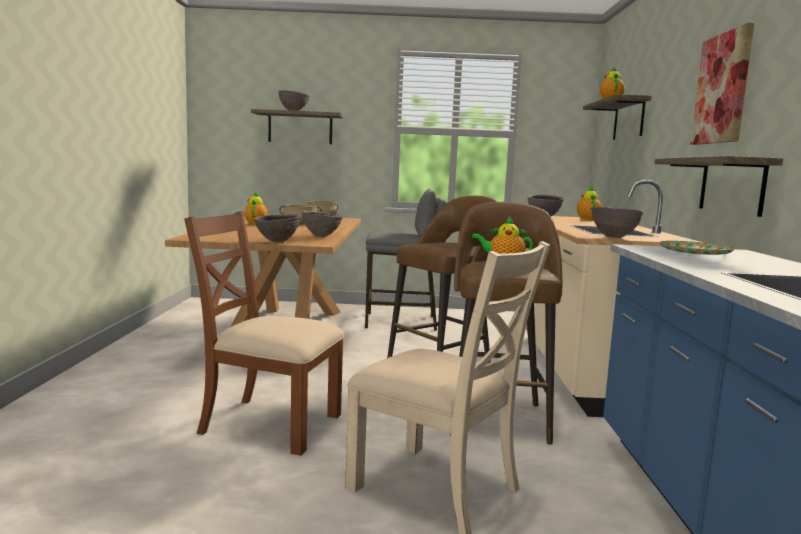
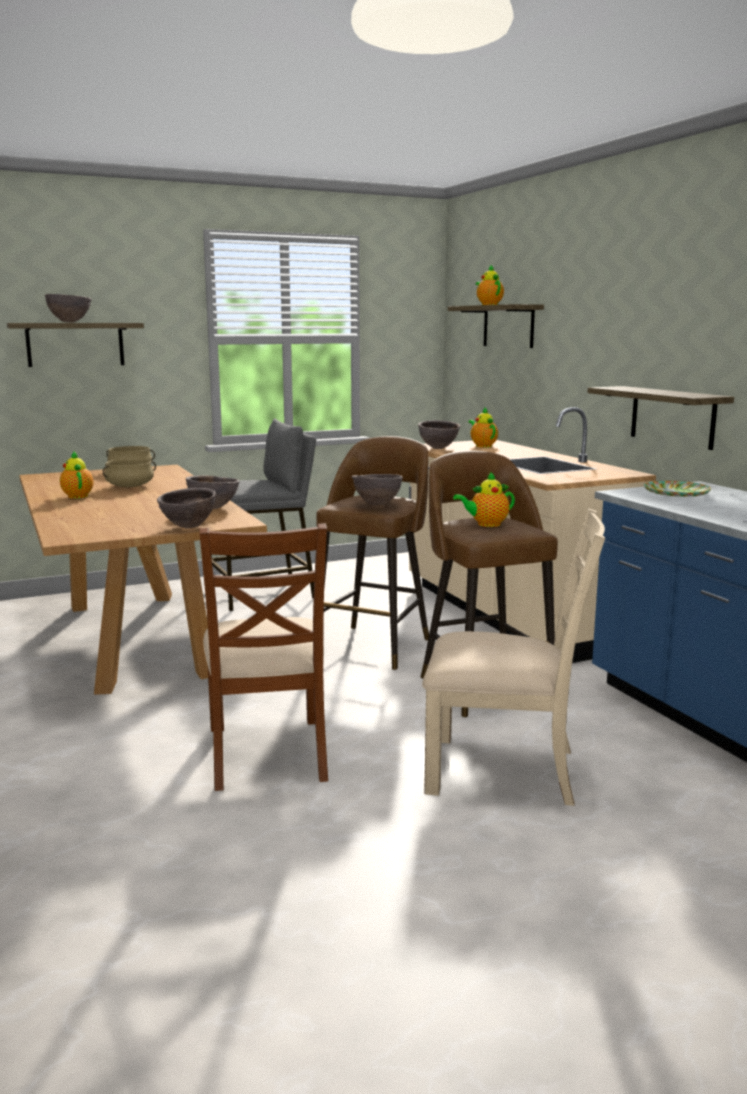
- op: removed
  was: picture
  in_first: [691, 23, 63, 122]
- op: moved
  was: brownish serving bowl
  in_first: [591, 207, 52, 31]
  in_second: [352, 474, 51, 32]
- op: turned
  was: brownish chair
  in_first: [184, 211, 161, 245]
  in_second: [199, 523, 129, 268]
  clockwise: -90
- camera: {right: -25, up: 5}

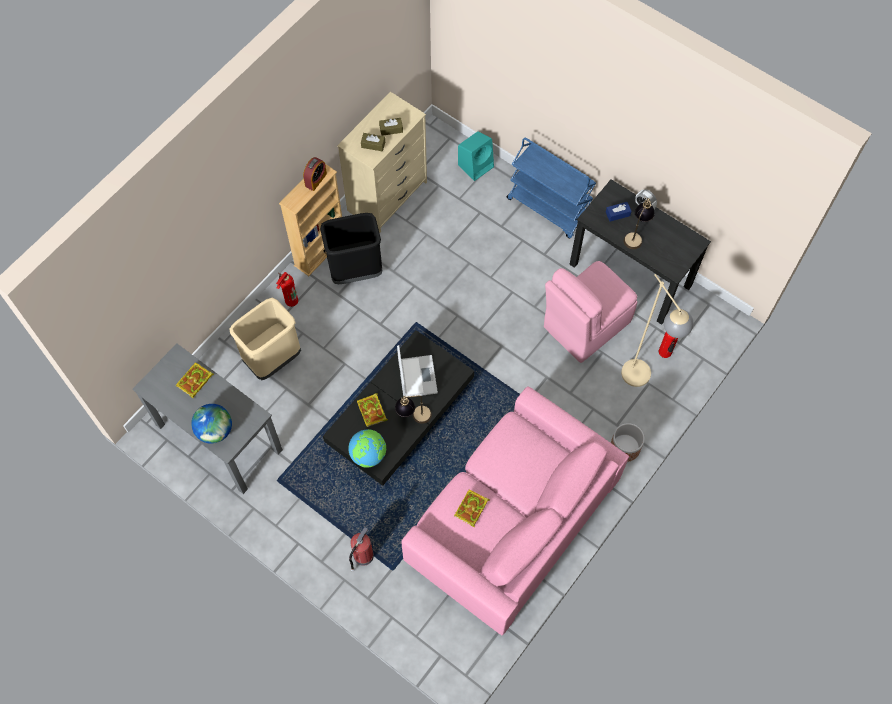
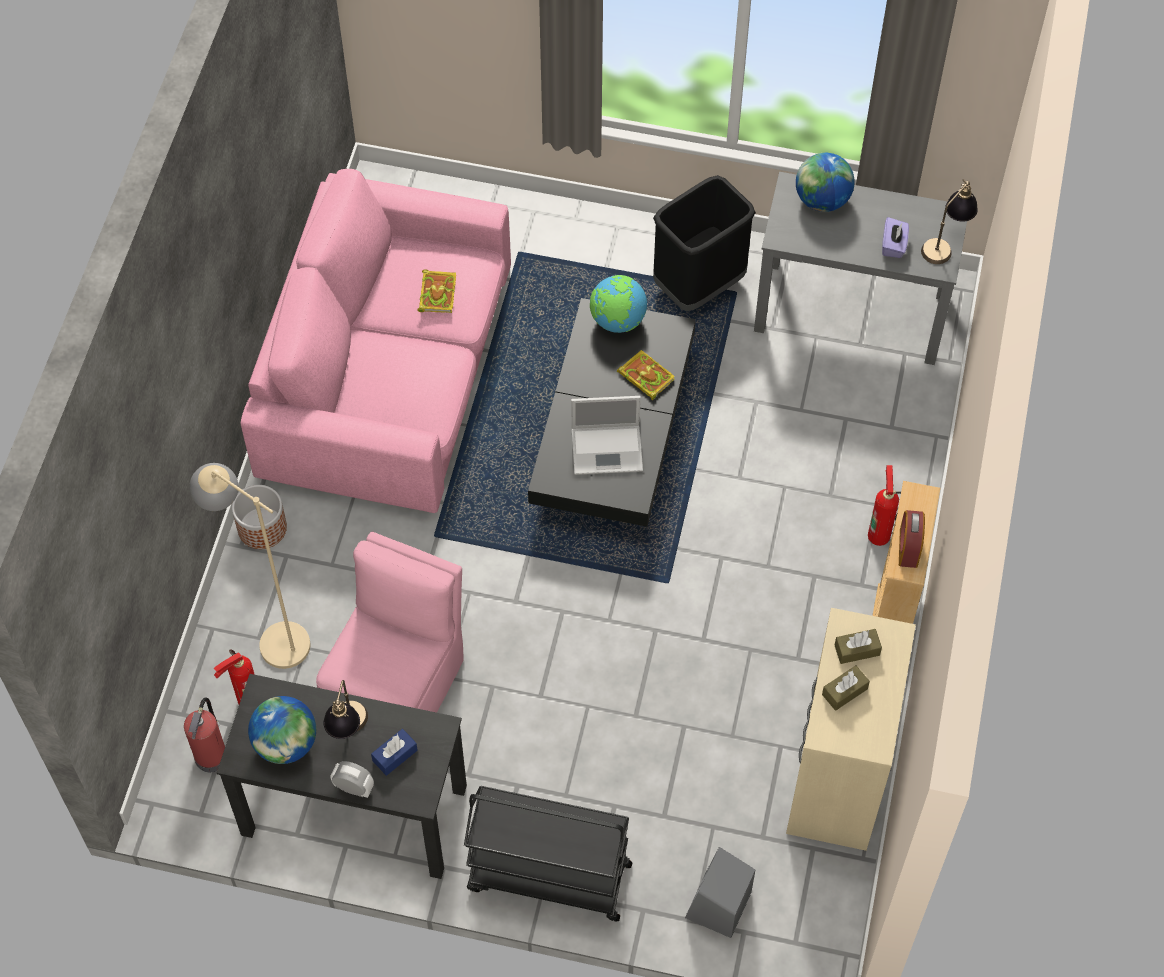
- op: recoloured
  was: blue-green speaker
  now: gray speaker
  in_first: [458, 131, 36, 50]
  in_second: [685, 847, 71, 91]
- op: recoloured
  was: bluish wheeled cart
  now: black wheeled cart
  in_first: [507, 137, 89, 102]
  in_second: [464, 786, 168, 135]
- op: moved
  was: black rubbish bin
  in_first: [320, 213, 62, 71]
  in_second: [653, 175, 103, 136]
- op: removed
  was: beige-coloured rubbish bin
  in_first: [229, 298, 72, 82]
- op: turned
  was: laptop
  in_first: [397, 345, 41, 51]
  in_second: [571, 396, 72, 79]
  clockwise: -60
- op: replaced
  was: volume
  now: purplish tissue holder
  in_first: [176, 362, 38, 36]
  in_second: [882, 217, 27, 41]
- op: moved
  was: table lamp
  in_first: [395, 395, 37, 29]
  in_second: [921, 179, 57, 85]
- op: moved
  was: extinguisher
  in_first: [349, 527, 25, 45]
  in_second: [184, 697, 41, 75]
- op: added
  now: desk globe
  in_second: [248, 696, 68, 68]
- camera: {right: 155, up: -5}

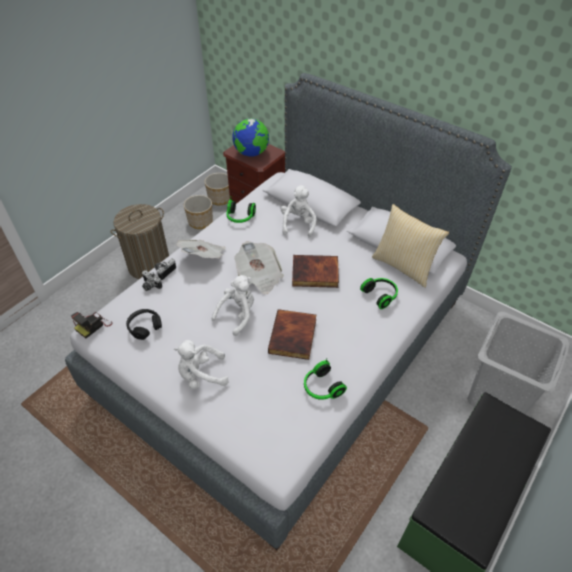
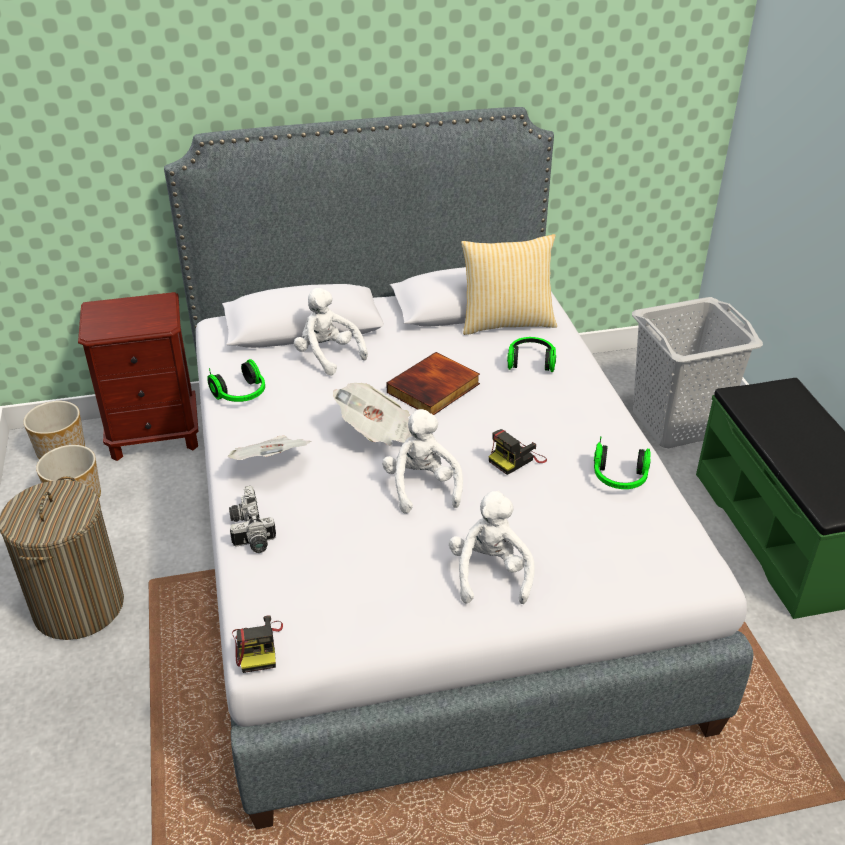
- op: removed
  was: desk globe
  in_first: [232, 118, 37, 39]
- op: removed
  was: black pair of headphones
  in_first: [126, 309, 36, 31]
- op: replaced
  was: volume
  now: still camera
  in_first: [268, 309, 48, 51]
  in_second: [489, 429, 58, 46]
- op: turned
  was: white-coloured cuddly toy
  in_first: [174, 340, 55, 50]
  in_second: [449, 490, 85, 114]
  clockwise: 150
- camera: {right: -50, up: -10}

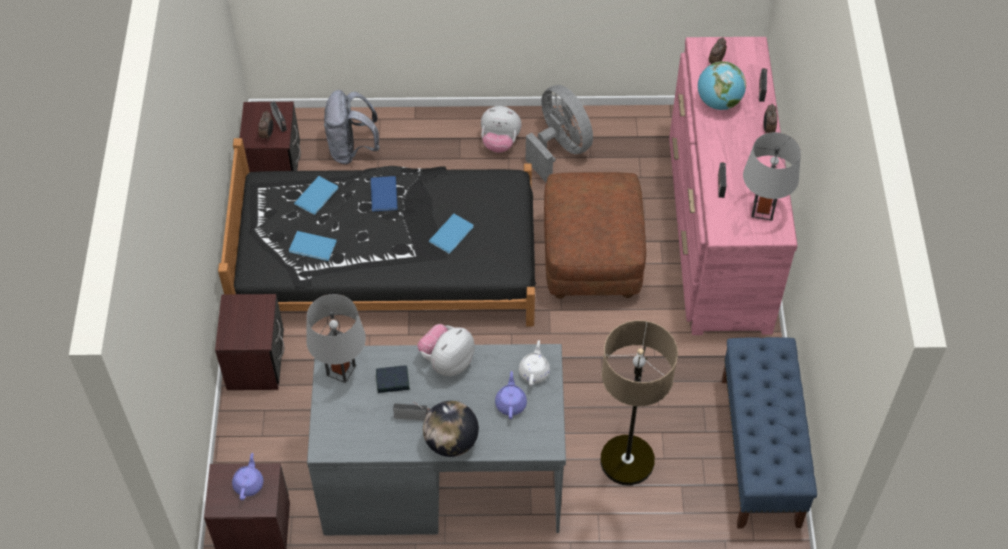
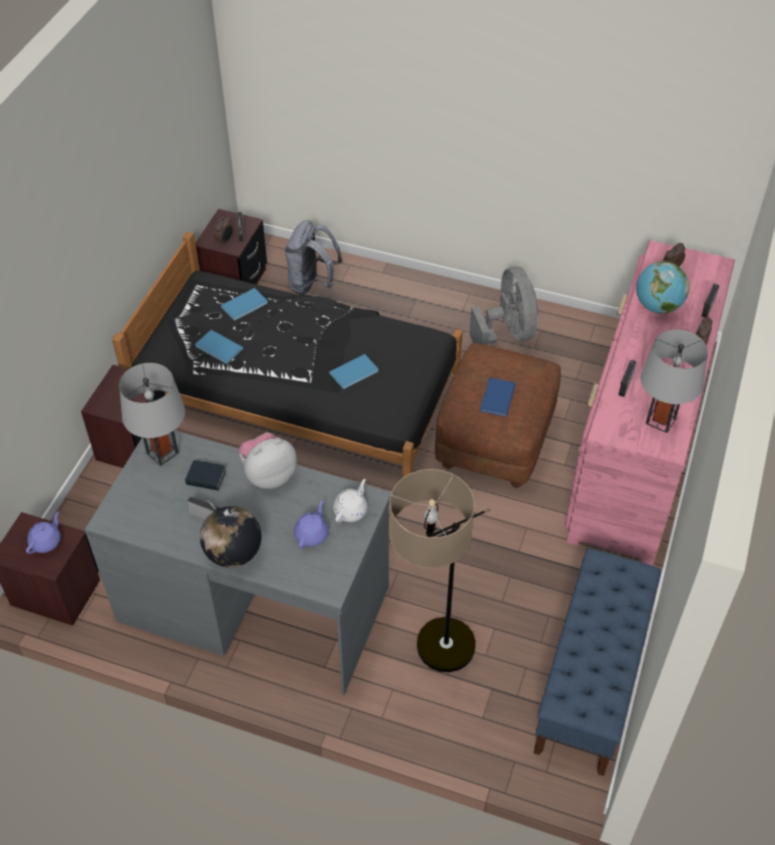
- op: removed
  was: cuddly toy
  in_first: [481, 106, 40, 47]
- op: moved
  was: bluish volume
  in_first: [371, 176, 27, 35]
  in_second: [480, 378, 36, 39]
- camera: {right: 20, up: -5}

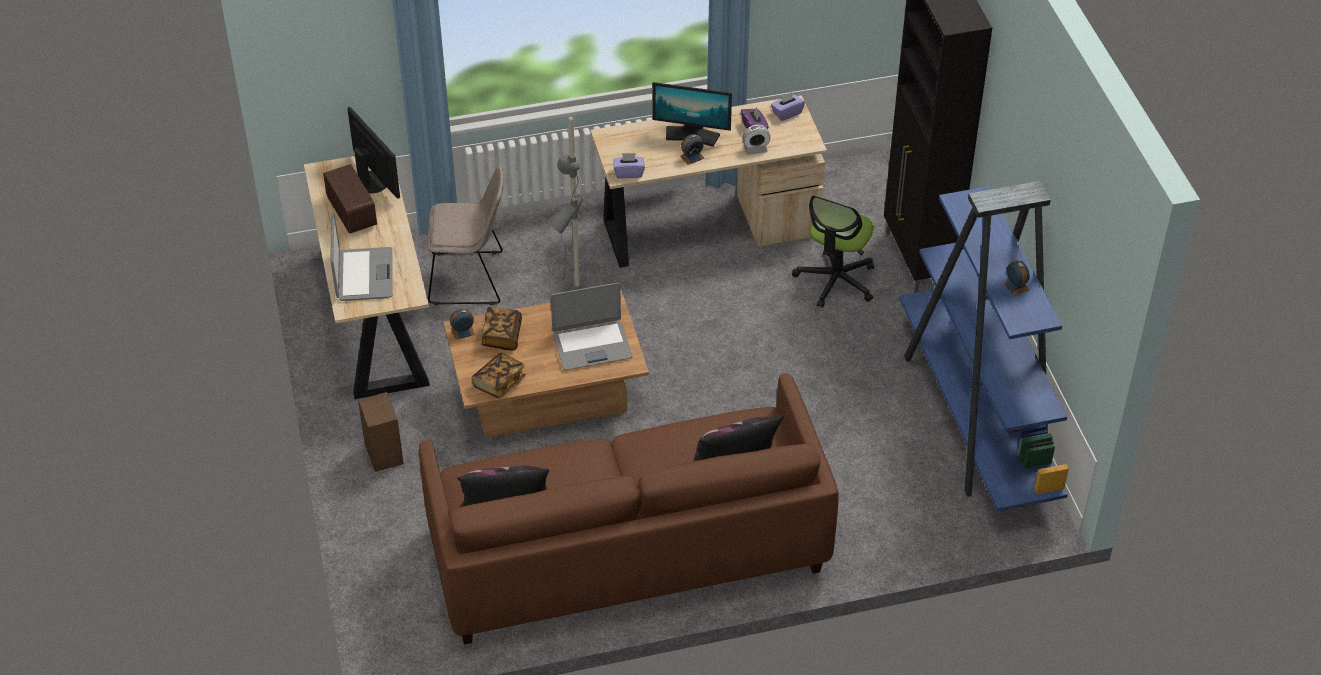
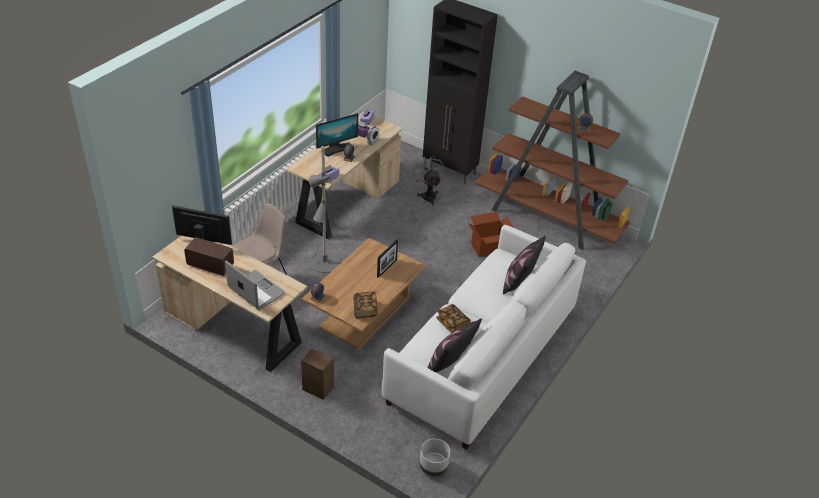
- op: recoloured
  was: bluish bookshelf
  now: brownish bookshelf
  in_first: [899, 181, 170, 330]
  in_second: [475, 71, 155, 179]
- op: replaced
  was: office chair
  now: gray electric fan
  in_first: [792, 195, 82, 113]
  in_second: [412, 155, 32, 51]
- op: replaced
  was: laptop
  now: standing frame
  in_first: [551, 283, 82, 87]
  in_second: [377, 240, 21, 38]
- op: moved
  was: volume
  in_first: [481, 307, 41, 44]
  in_second: [436, 304, 35, 29]
- op: recoloured
  was: brownish settee
  now: white-coloured settee
  in_first: [419, 374, 420, 271]
  in_second: [382, 225, 204, 225]
- op: added
  now: carton
  in_second: [468, 212, 46, 45]
- op: added
  now: gray plant pot
  in_second: [419, 439, 31, 37]
- camera: {right: -45, up: -5}

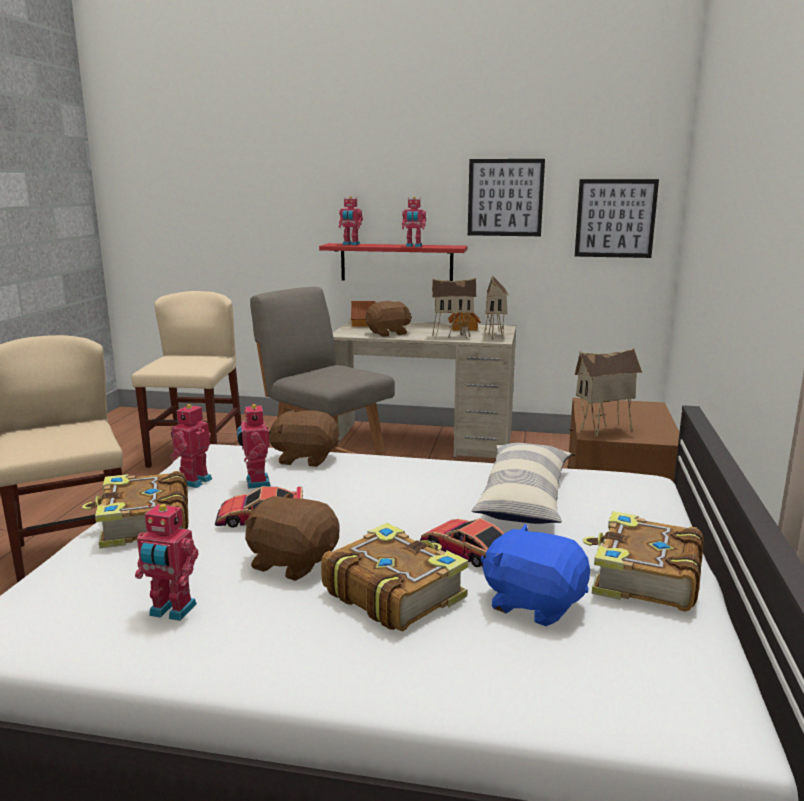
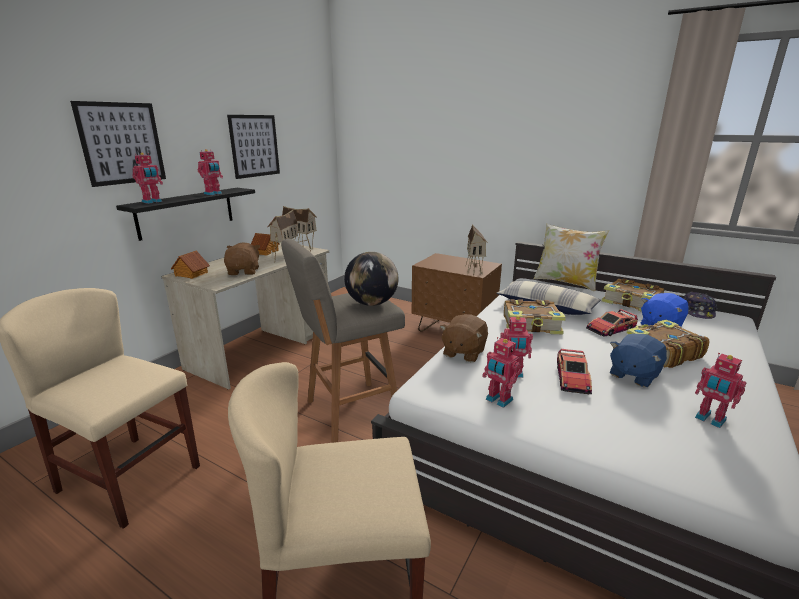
- op: moved
  was: picture
  in_first: [575, 179, 84, 79]
  in_second: [70, 101, 96, 86]
- op: recoloured
  was: reddish bracket shelf
  now: black bracket shelf
  in_first: [319, 243, 149, 38]
  in_second: [116, 188, 139, 53]
- op: moved
  was: volume
  in_first: [82, 471, 106, 78]
  in_second: [504, 299, 62, 35]
- op: recoloured
  was: brownish cuddly toy
  now: bluish cuddly toy
  in_first: [244, 492, 95, 89]
  in_second: [610, 334, 57, 53]
- op: turned
  was: robot figure
  in_first: [135, 504, 63, 117]
  in_second: [695, 353, 51, 75]
  clockwise: 105
- op: added
  now: pillow
  in_second: [533, 224, 76, 67]
- op: added
  now: desk globe
  in_second: [344, 252, 54, 54]
- op: added
  now: peaked cap
  in_second: [683, 291, 35, 28]
- camera: {right: -70, up: 5}

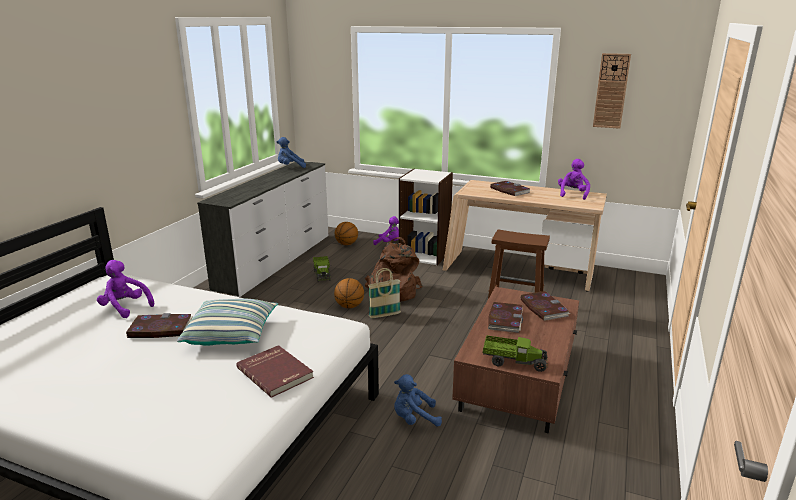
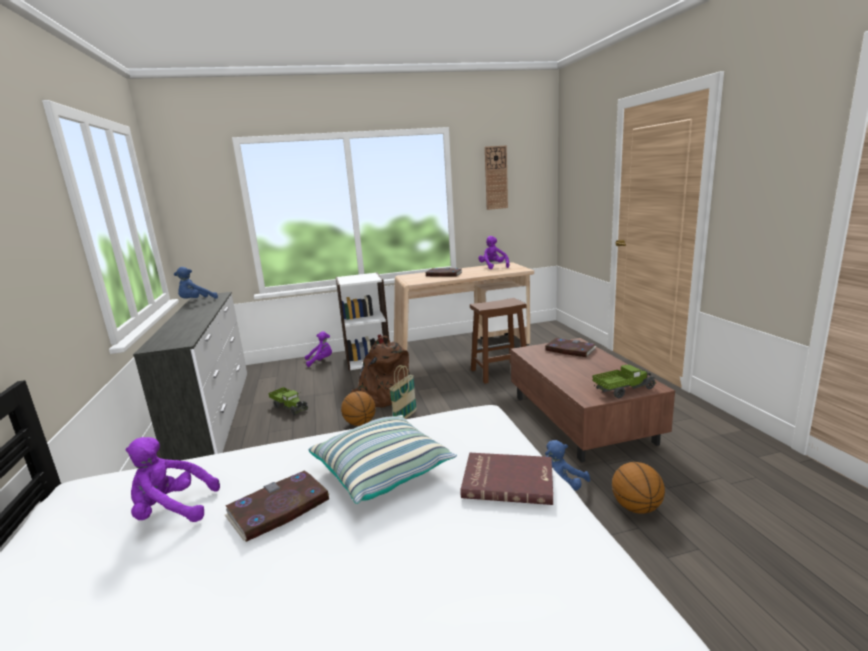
- op: moved
  was: ball for basketball
  in_first: [335, 222, 23, 23]
  in_second: [612, 462, 53, 52]
- op: removed
  was: volume
  in_first: [488, 302, 35, 31]
- camera: {right: -35, up: -5}

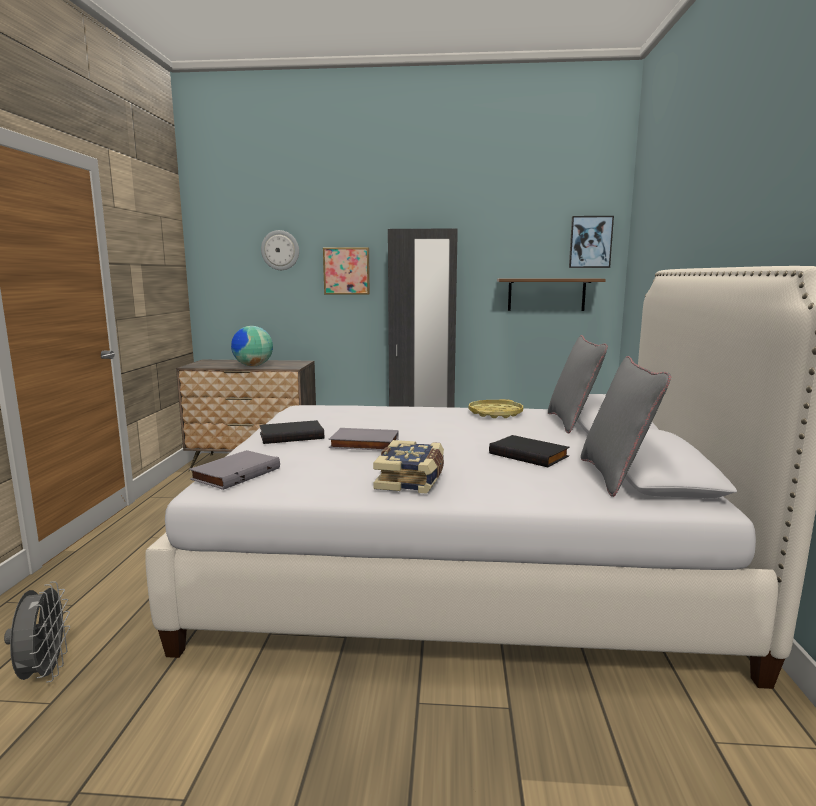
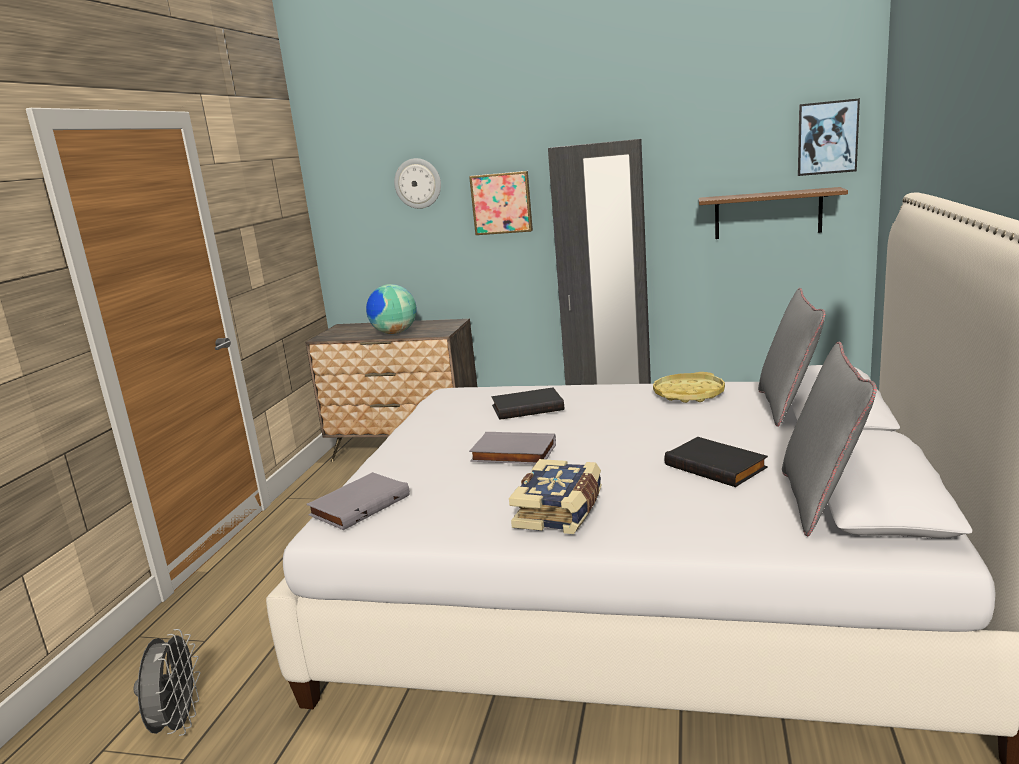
- op: moved
  was: black volume
  in_first: [260, 420, 64, 24]
  in_second: [491, 387, 73, 33]
- camera: {right: 10, up: 5}

